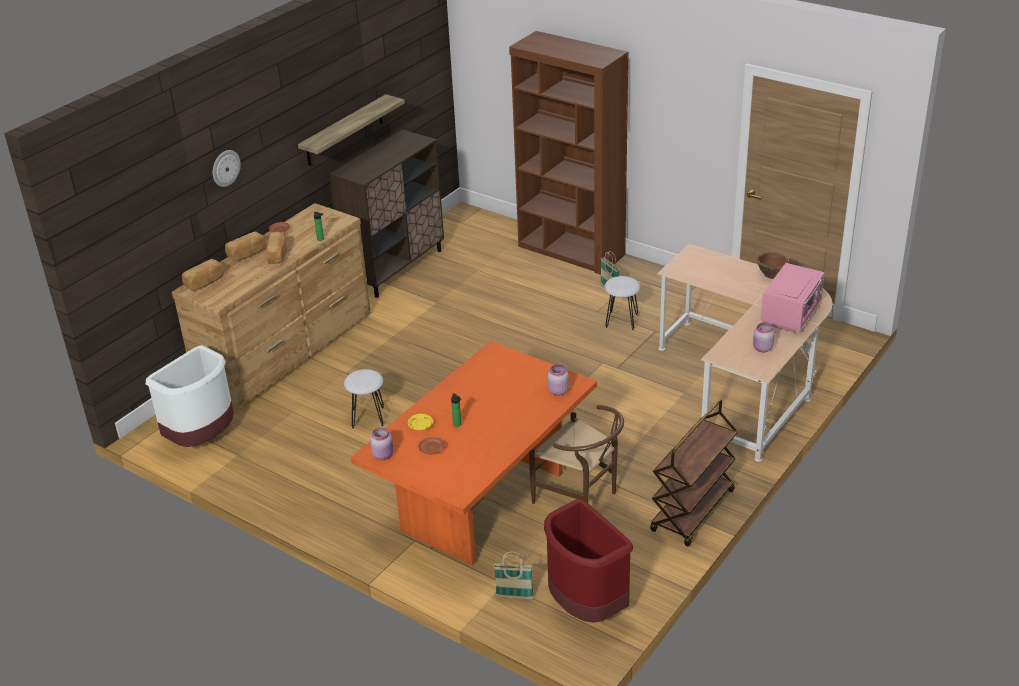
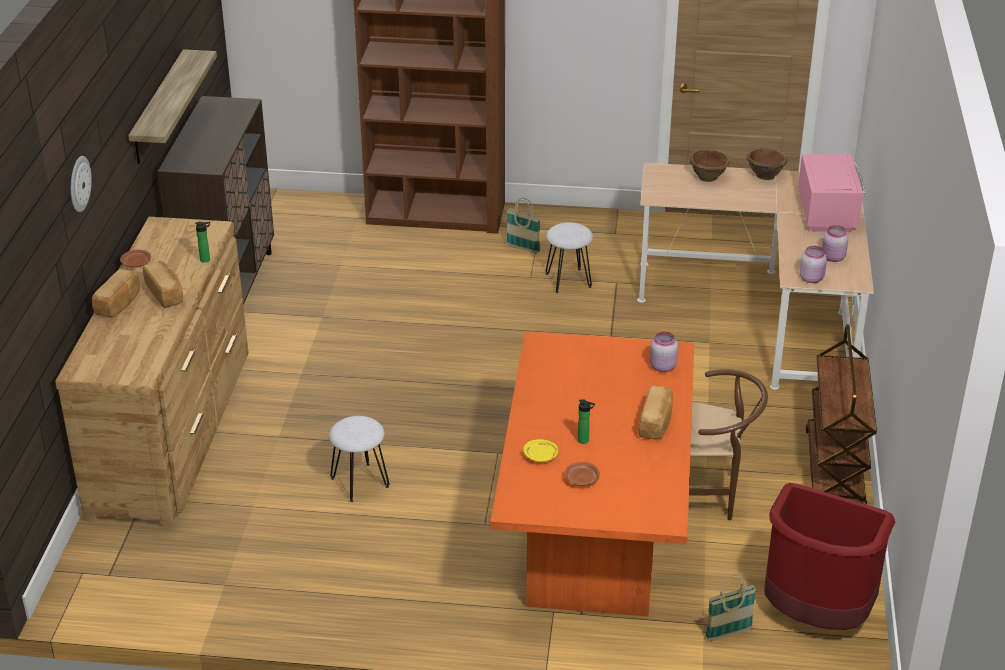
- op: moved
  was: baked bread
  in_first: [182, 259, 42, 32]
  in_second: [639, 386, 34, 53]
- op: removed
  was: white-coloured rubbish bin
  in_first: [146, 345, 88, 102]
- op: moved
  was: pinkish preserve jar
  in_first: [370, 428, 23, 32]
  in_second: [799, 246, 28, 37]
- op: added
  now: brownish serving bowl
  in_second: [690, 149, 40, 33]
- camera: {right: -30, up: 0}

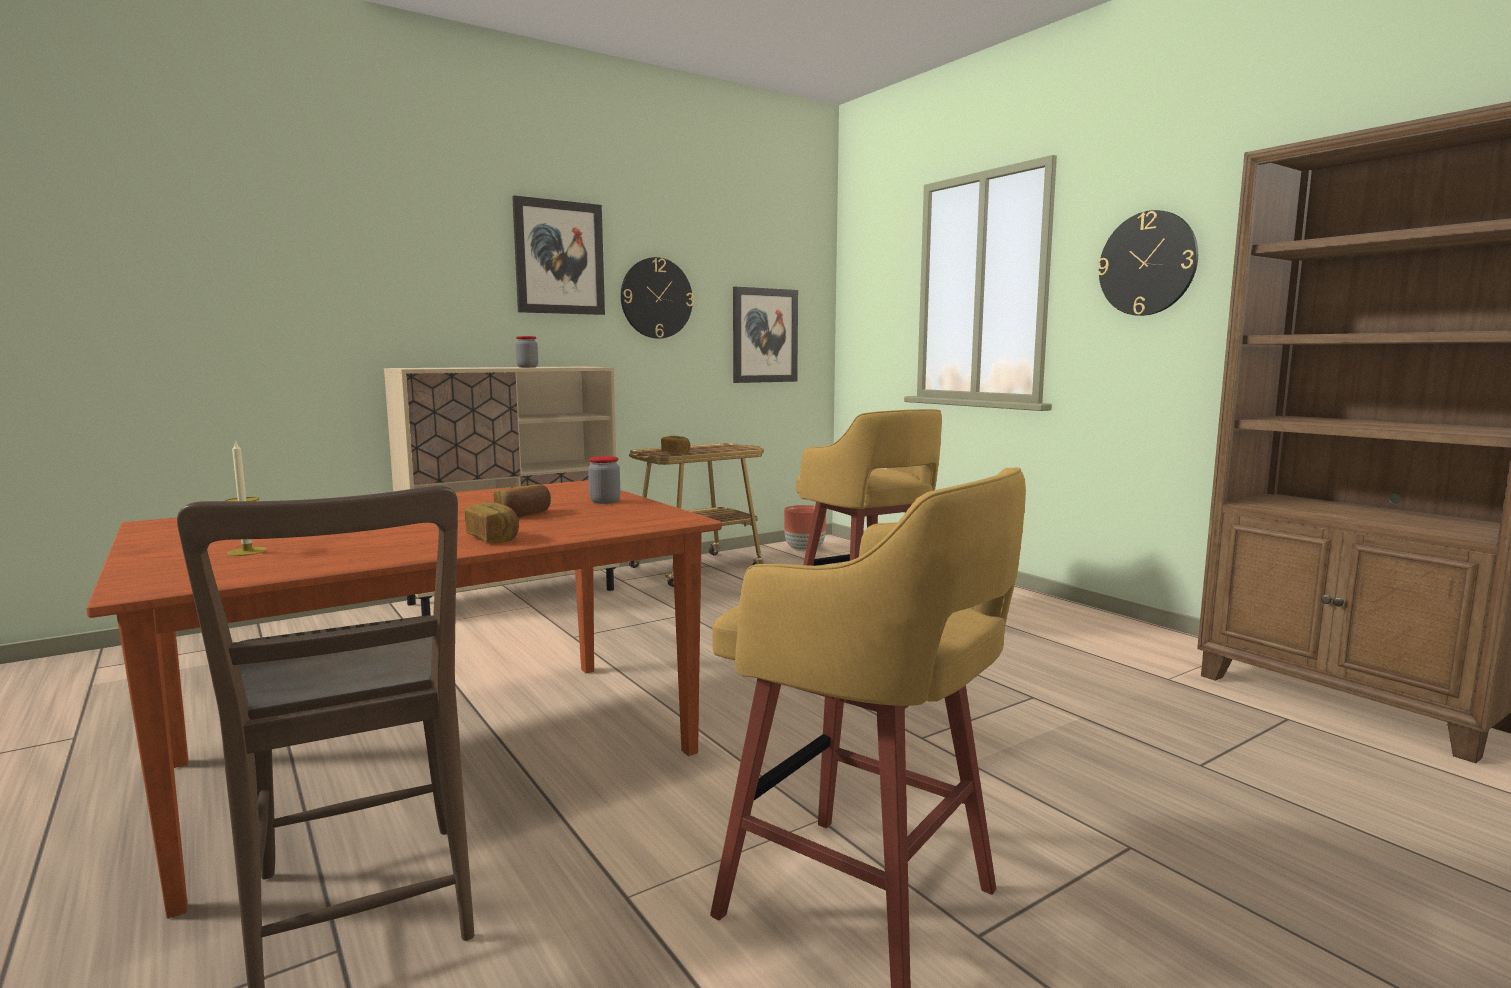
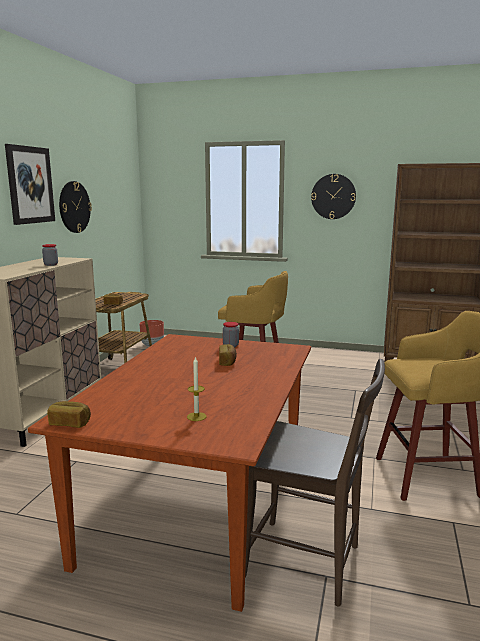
- op: removed
  was: picture
  in_first: [733, 287, 65, 96]
- op: moved
  was: baked bread
  in_first: [464, 502, 55, 41]
  in_second: [47, 401, 44, 27]
- camera: {right: -40, up: 5}

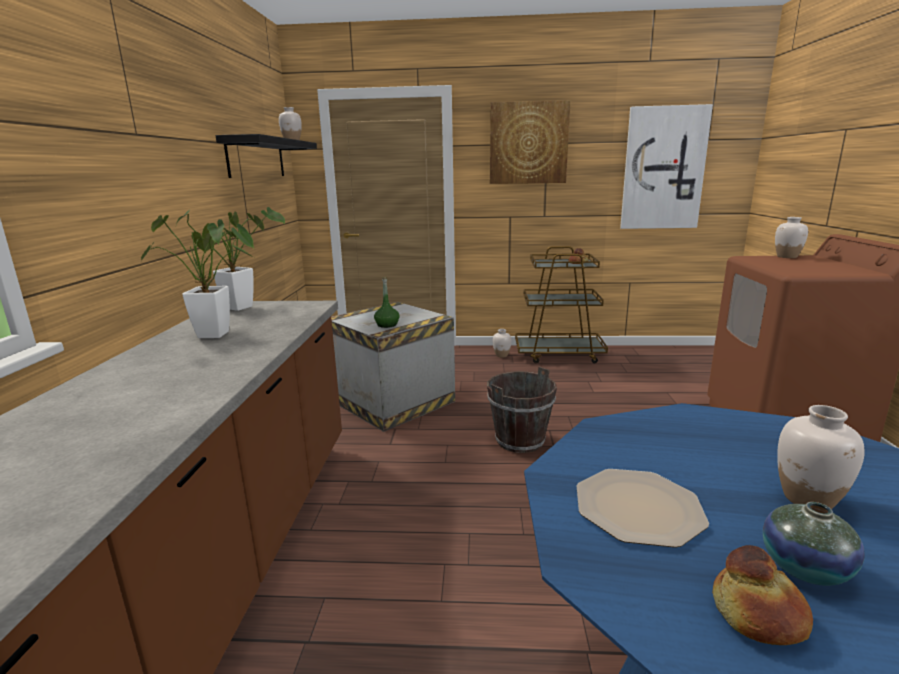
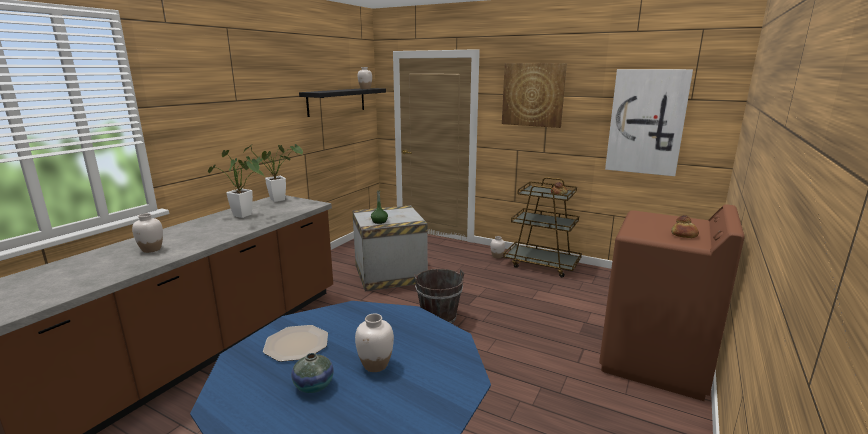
- op: moved
  was: white-coloured vase
  in_first: [775, 217, 33, 41]
  in_second: [132, 213, 31, 40]
- op: moved
  was: baked bread
  in_first: [712, 545, 101, 100]
  in_second: [671, 215, 28, 23]
- camera: {right: 25, up: 0}

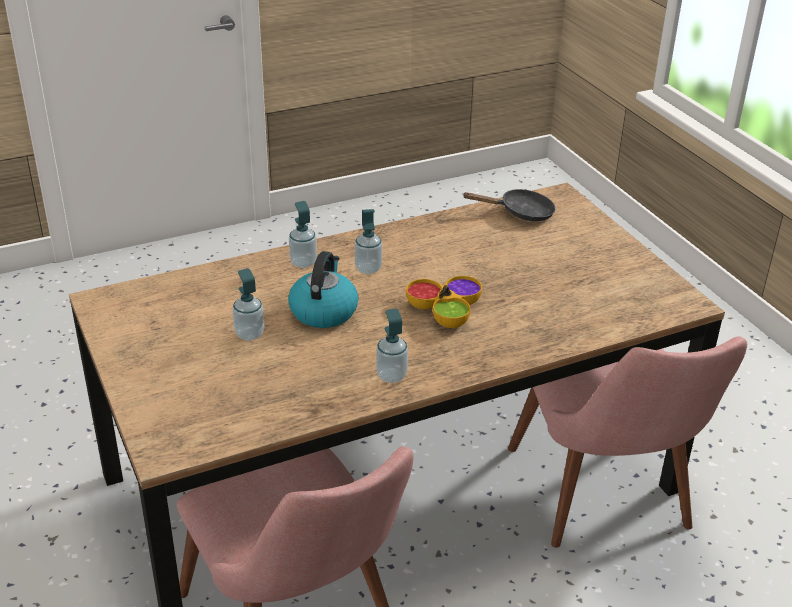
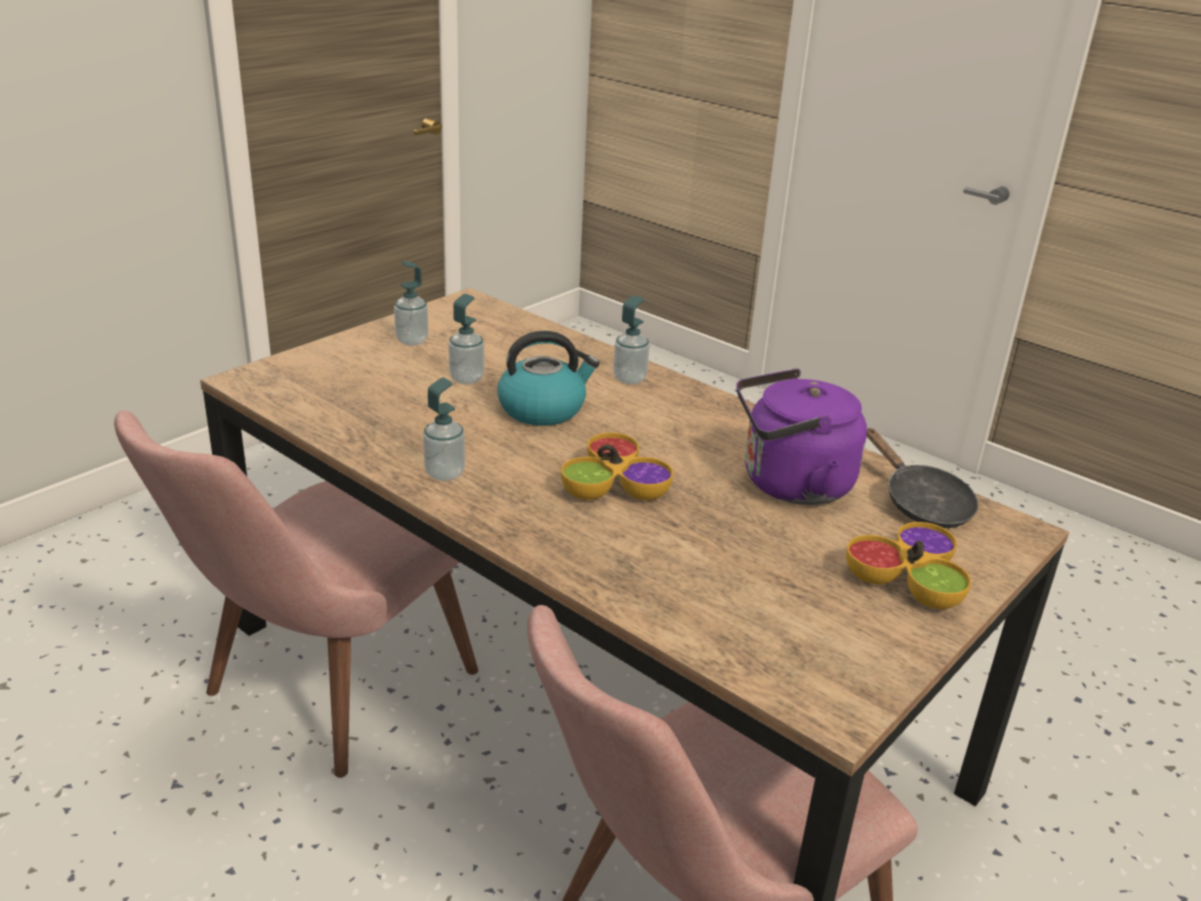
- op: moved
  was: soap dispenser
  in_first: [355, 209, 27, 65]
  in_second: [394, 261, 35, 85]
- op: added
  now: purplish tea kettle
  in_second: [736, 368, 131, 137]
- op: added
  now: serving bowl
  in_second: [846, 522, 125, 87]
- camera: {right: 65, up: -5}

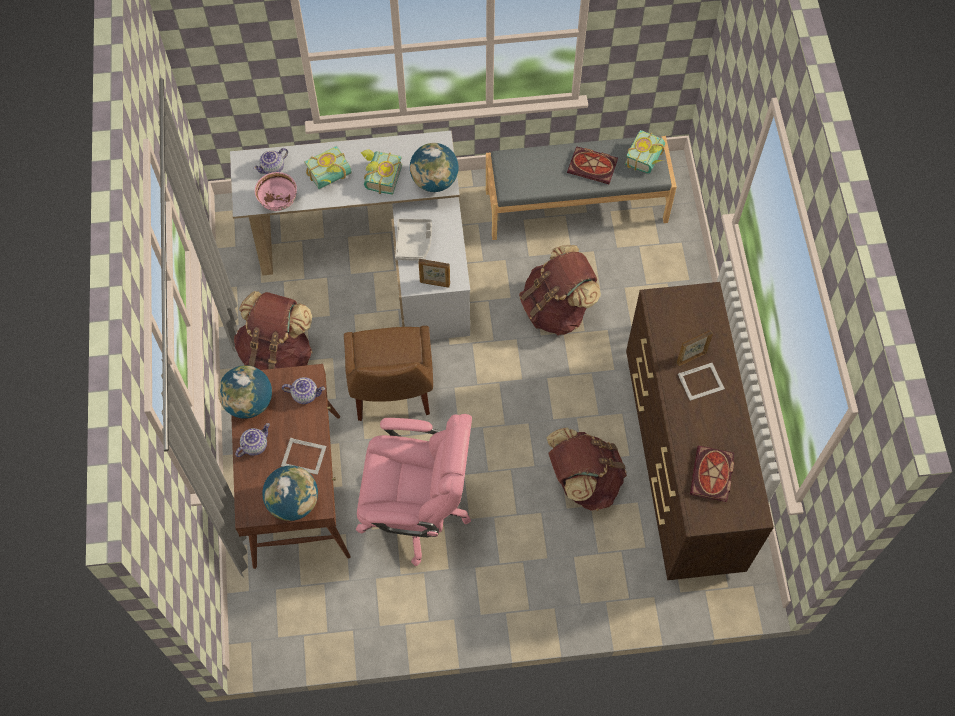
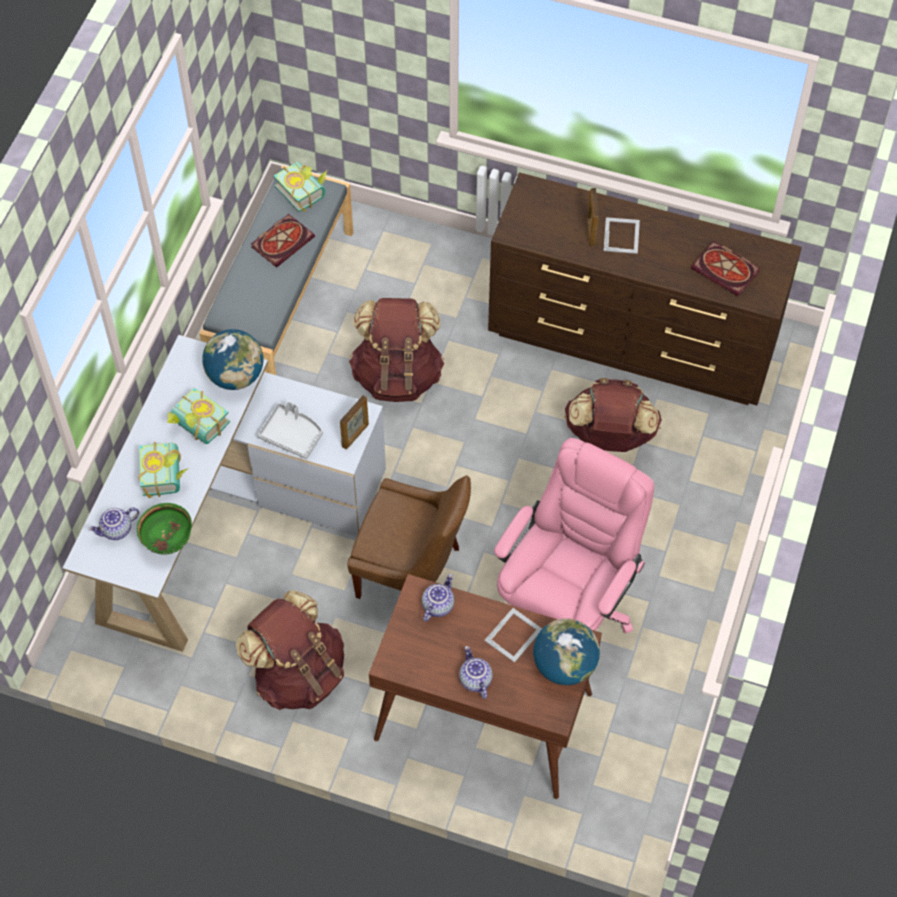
- op: turned
  was: tea pot
  in_first: [253, 148, 35, 26]
  in_second: [88, 507, 51, 33]
  clockwise: 75
- op: recoloured
  was: pinkish serving bowl
  now: greenish serving bowl
  in_first: [255, 172, 42, 39]
  in_second: [137, 503, 55, 52]
- op: removed
  was: desk globe
  in_first: [218, 365, 54, 54]
- camera: {right: -65, up: -5}

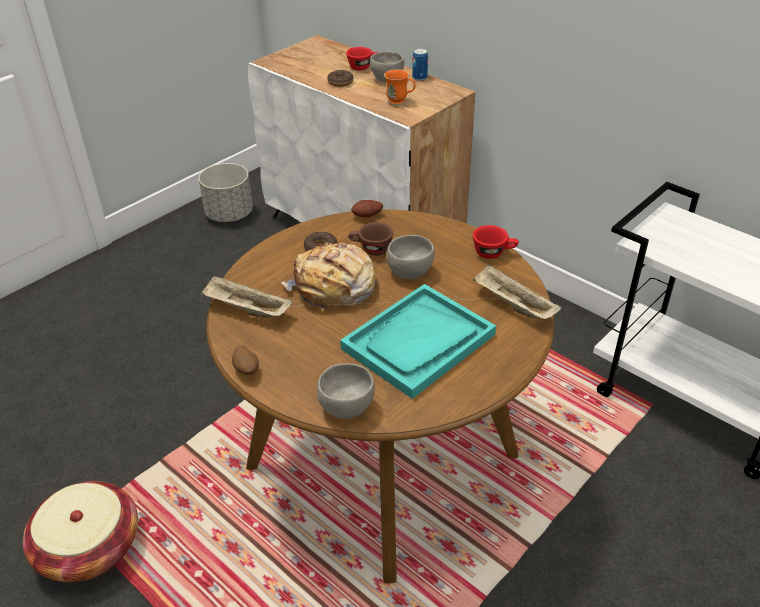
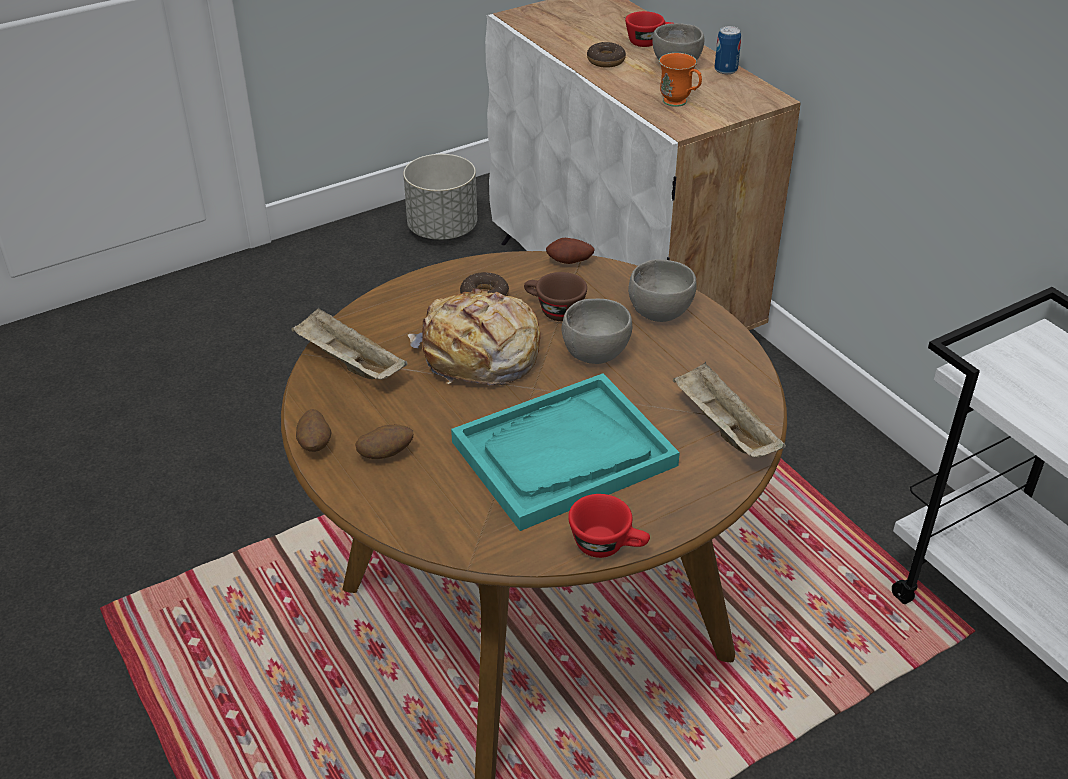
- op: moved
  was: reddish small cup
  in_first: [473, 225, 46, 34]
  in_second: [568, 494, 82, 64]
- op: moved
  was: gray serving bowl
  in_first: [317, 363, 58, 56]
  in_second: [628, 259, 69, 63]
- op: removed
  was: household basket
  in_first: [23, 481, 115, 101]
- op: added
  now: potato
  in_second: [355, 425, 58, 34]
- camera: {right: 15, up: 0}

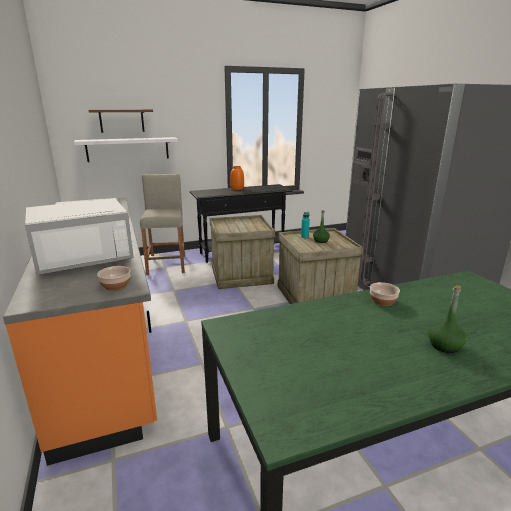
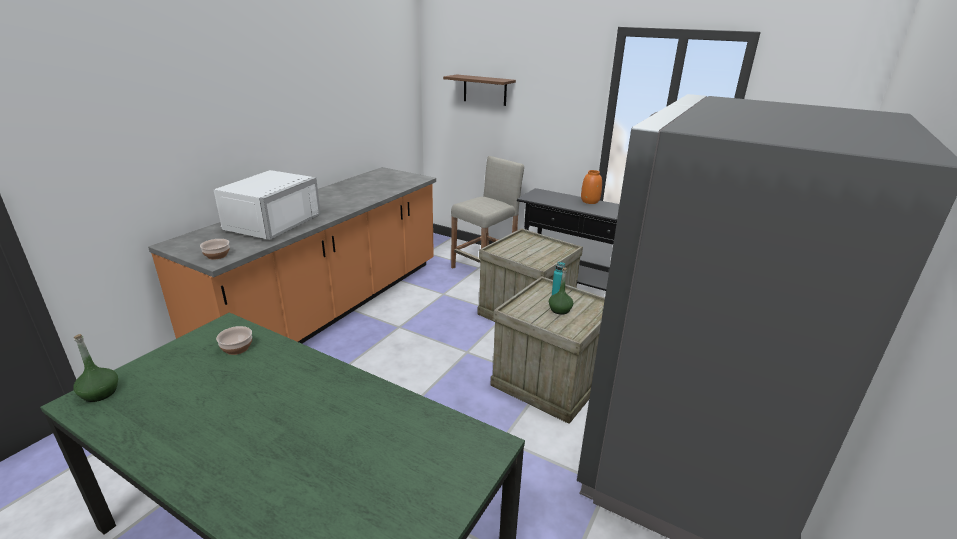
- op: removed
  was: white-coloured bracket shelf
  in_first: [74, 137, 104, 25]
- op: turned
  was: white-coloured microwave oven
  in_first: [25, 198, 109, 77]
  in_second: [214, 170, 107, 70]
  clockwise: -90
- op: moved
  was: serving bowl
  in_first: [370, 282, 30, 24]
  in_second: [216, 326, 36, 29]
- op: moved
  was: greenish drink bottle
  in_first: [428, 285, 39, 68]
  in_second: [73, 334, 45, 68]
- camera: {right: 50, up: 5}

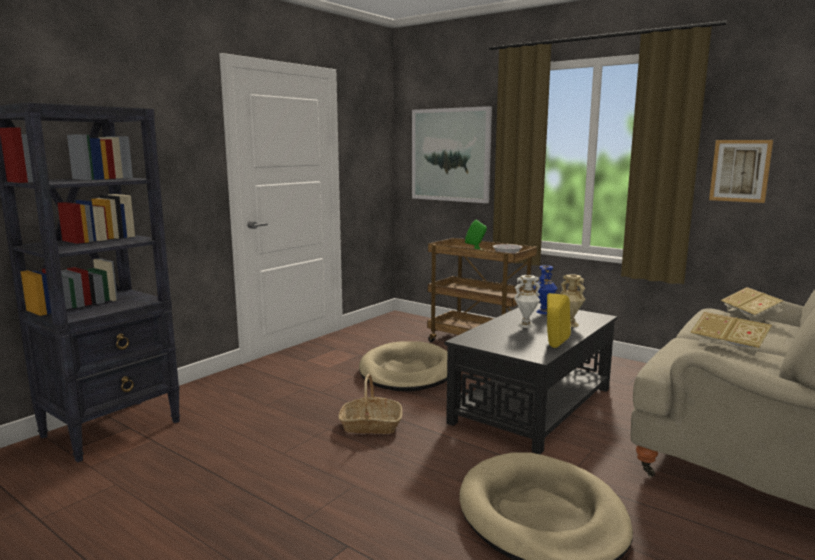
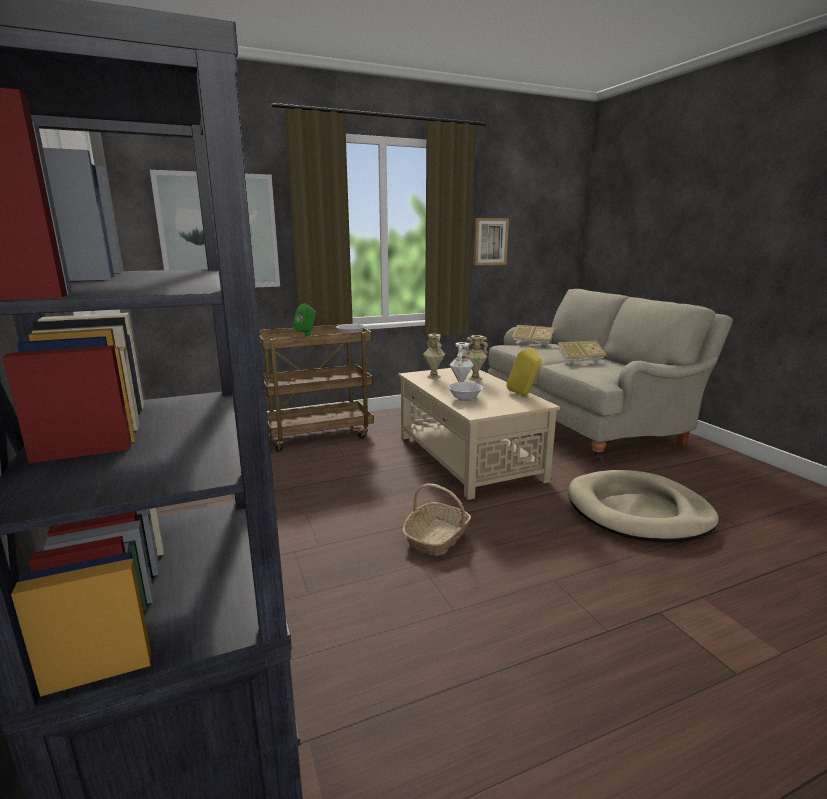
- op: recoloured
  was: bluish vase
  now: beige-coloured vase
  in_first: [533, 265, 25, 49]
  in_second: [423, 334, 22, 45]
- op: recoloured
  was: black lounge table
  now: beige-coloured lounge table
  in_first: [445, 303, 172, 151]
  in_second: [399, 368, 161, 132]
- op: removed
  was: beige-coloured dog bed
  in_first: [359, 342, 89, 49]
- op: added
  now: white-coloured serving bowl
  in_second: [448, 382, 35, 19]
- camera: {right: -60, up: 5}

